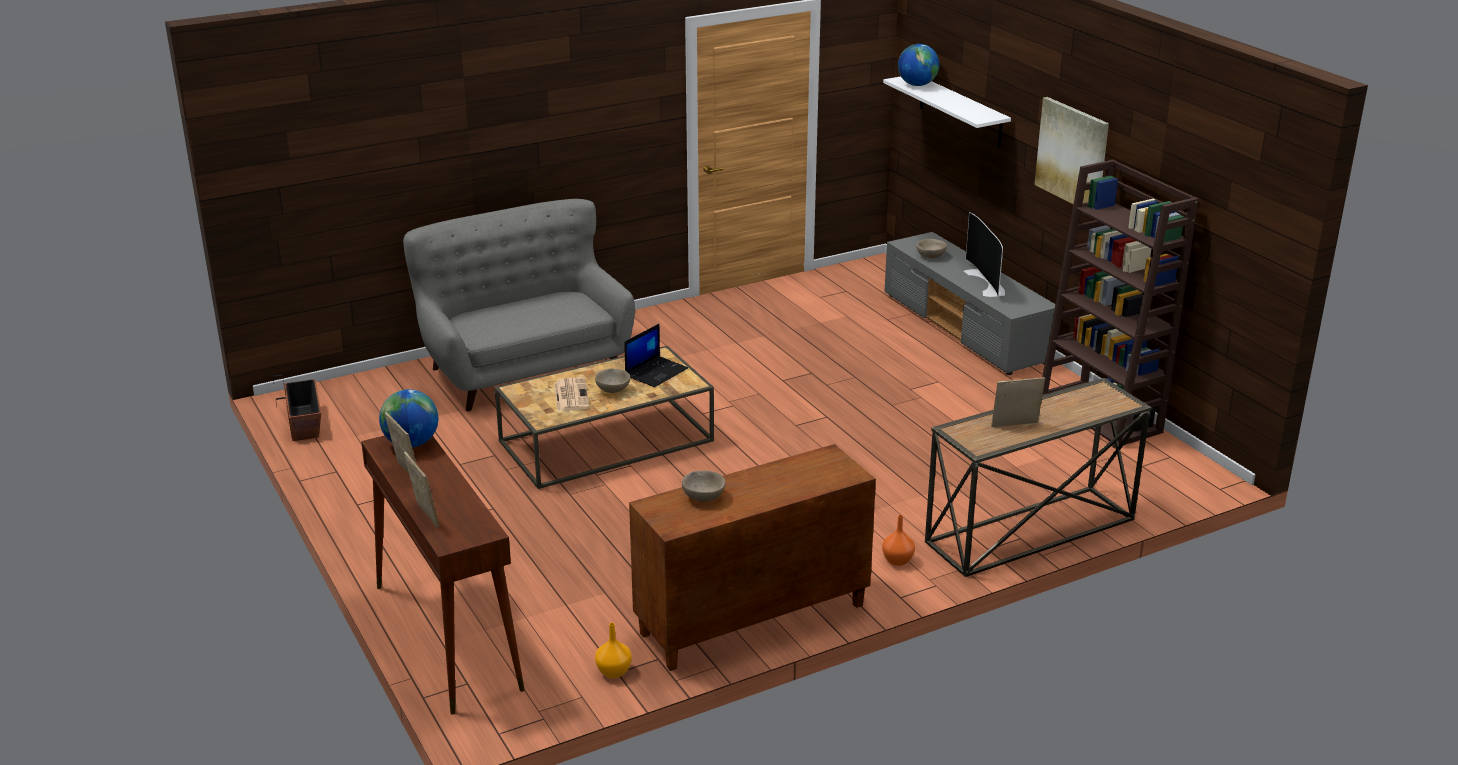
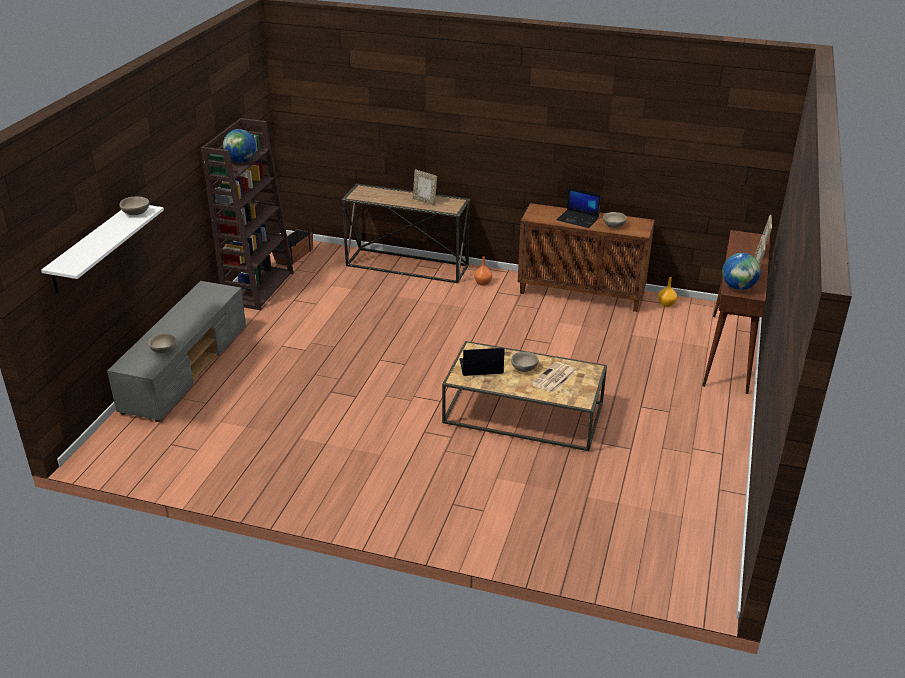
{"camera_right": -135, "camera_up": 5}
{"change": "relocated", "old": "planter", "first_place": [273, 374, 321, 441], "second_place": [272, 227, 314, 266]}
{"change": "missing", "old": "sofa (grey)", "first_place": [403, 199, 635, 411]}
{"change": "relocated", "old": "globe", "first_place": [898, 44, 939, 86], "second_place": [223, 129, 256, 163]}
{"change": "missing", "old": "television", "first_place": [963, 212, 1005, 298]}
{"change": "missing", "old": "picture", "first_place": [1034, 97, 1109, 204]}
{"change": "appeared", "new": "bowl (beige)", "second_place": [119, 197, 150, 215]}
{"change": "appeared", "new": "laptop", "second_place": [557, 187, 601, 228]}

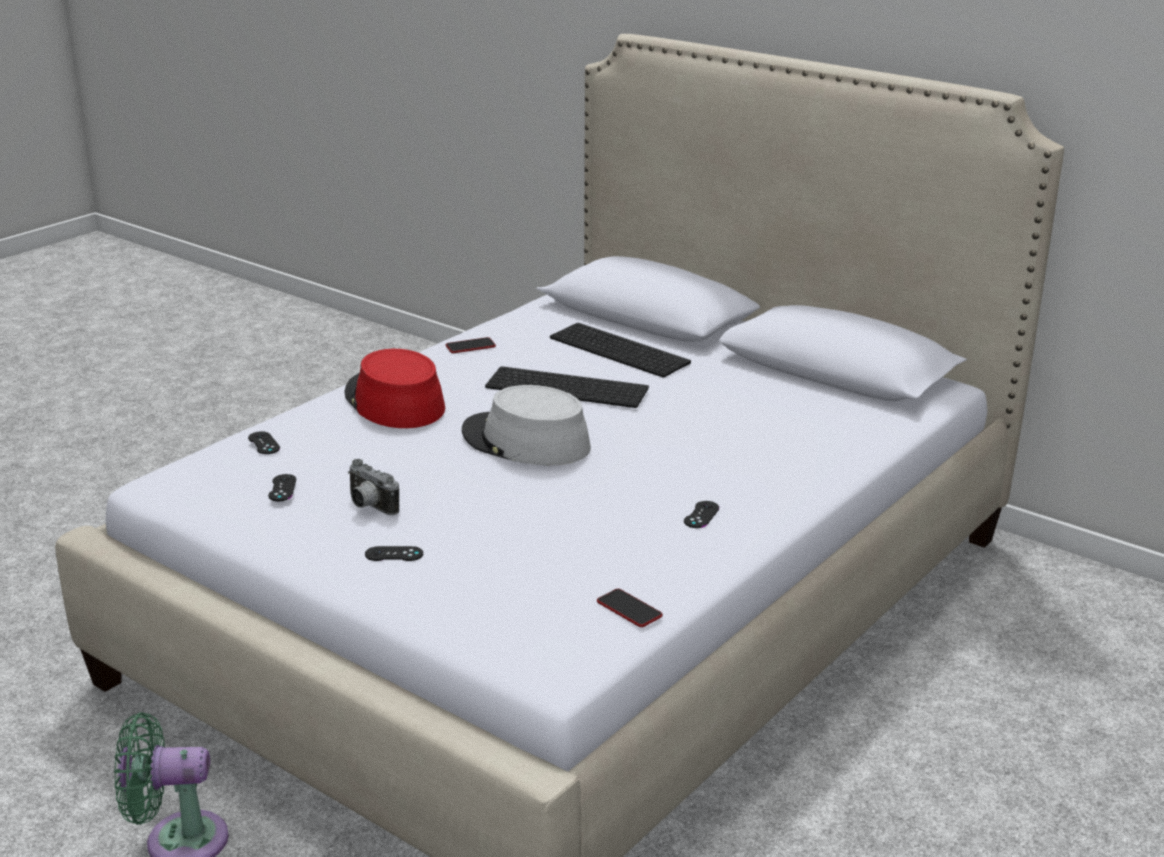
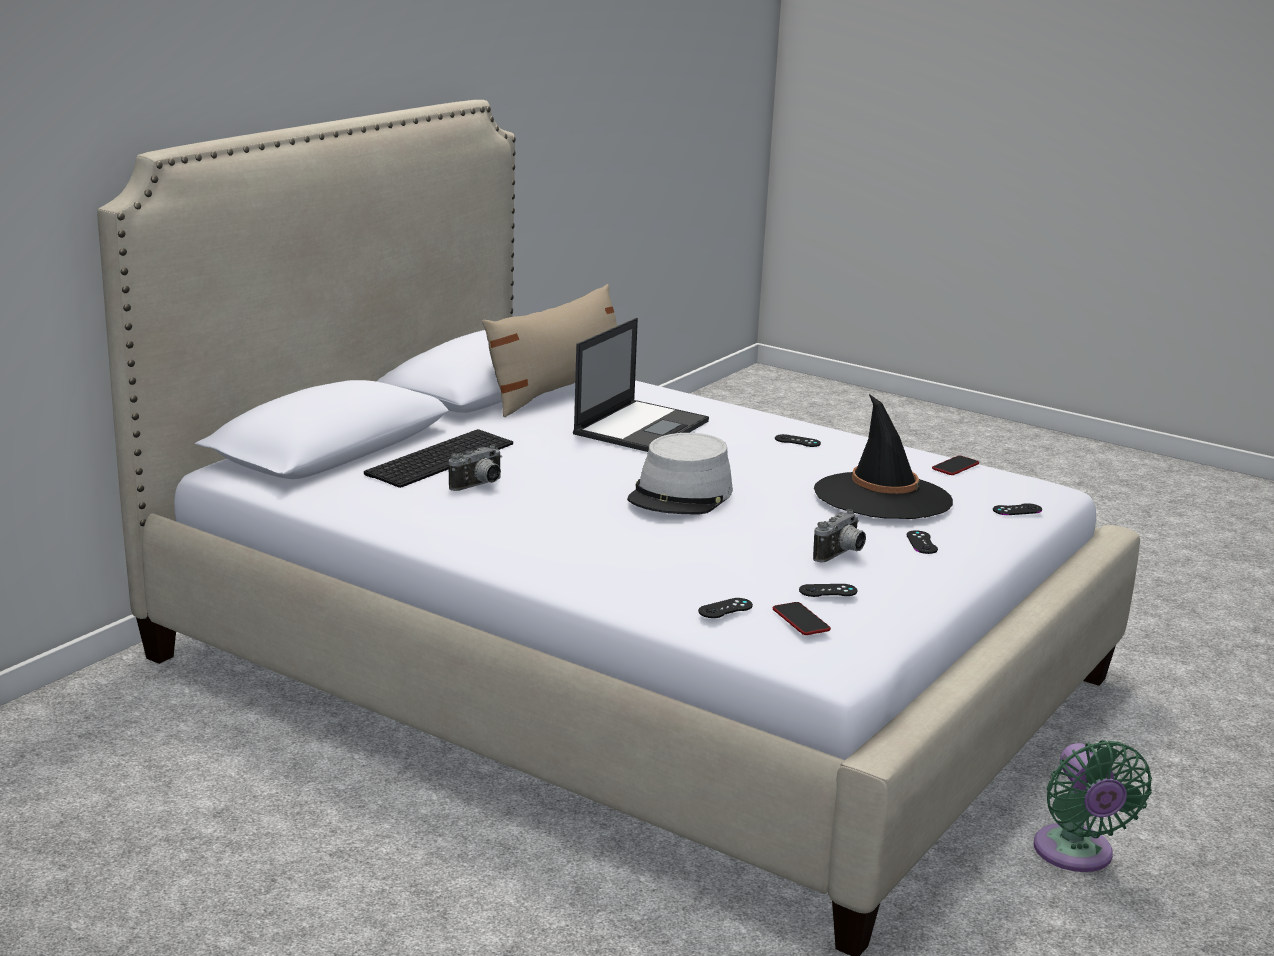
{"camera_right": -95, "camera_up": -5}
{"change": "missing", "old": "hat (red)", "first_place": [345, 349, 445, 428]}
{"change": "relocated", "old": "phone", "first_place": [446, 337, 496, 353], "second_place": [773, 602, 831, 635]}
{"change": "missing", "old": "keyboard", "first_place": [485, 366, 649, 408]}
{"change": "appeared", "new": "photo camera", "second_place": [449, 445, 502, 491]}
{"change": "appeared", "new": "pillow (beige)", "second_place": [482, 284, 617, 417]}
{"change": "appeared", "new": "laptop", "second_place": [573, 318, 709, 452]}
{"change": "appeared", "new": "hat (black)", "second_place": [814, 394, 953, 519]}
{"change": "appeared", "new": "game controller (black)", "second_place": [993, 503, 1042, 515]}

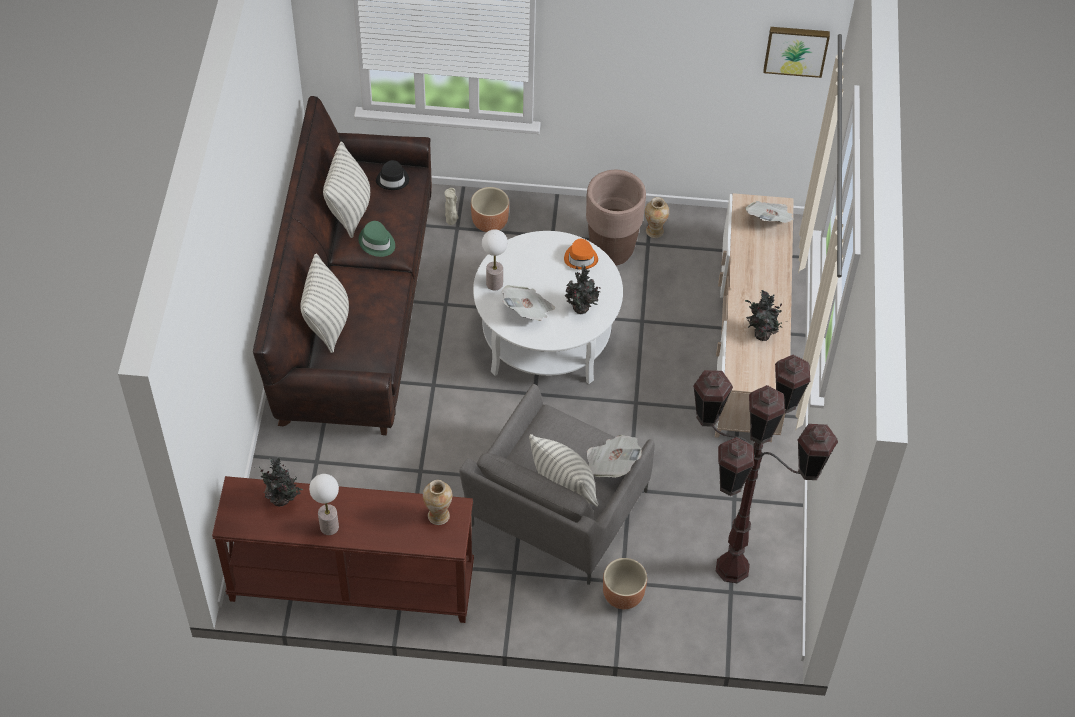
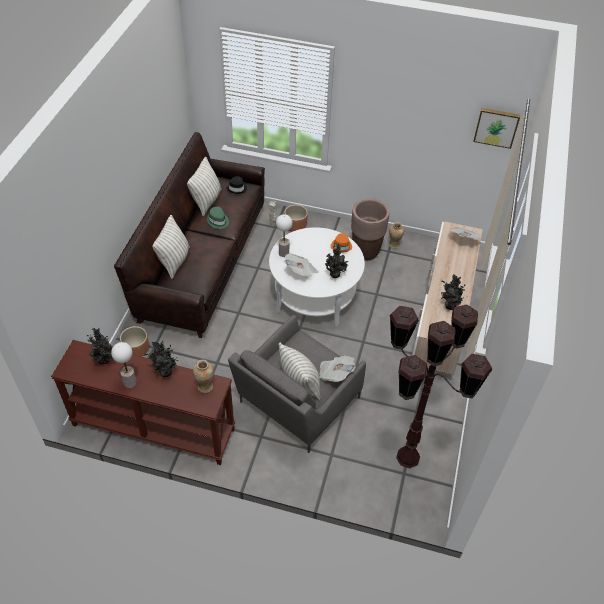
{"camera_right": 10, "camera_up": -5}
{"change": "relocated", "old": "planter (brown)", "first_place": [603, 558, 647, 609], "second_place": [120, 326, 149, 357]}
{"change": "appeared", "new": "potted plant", "second_place": [143, 341, 179, 377]}

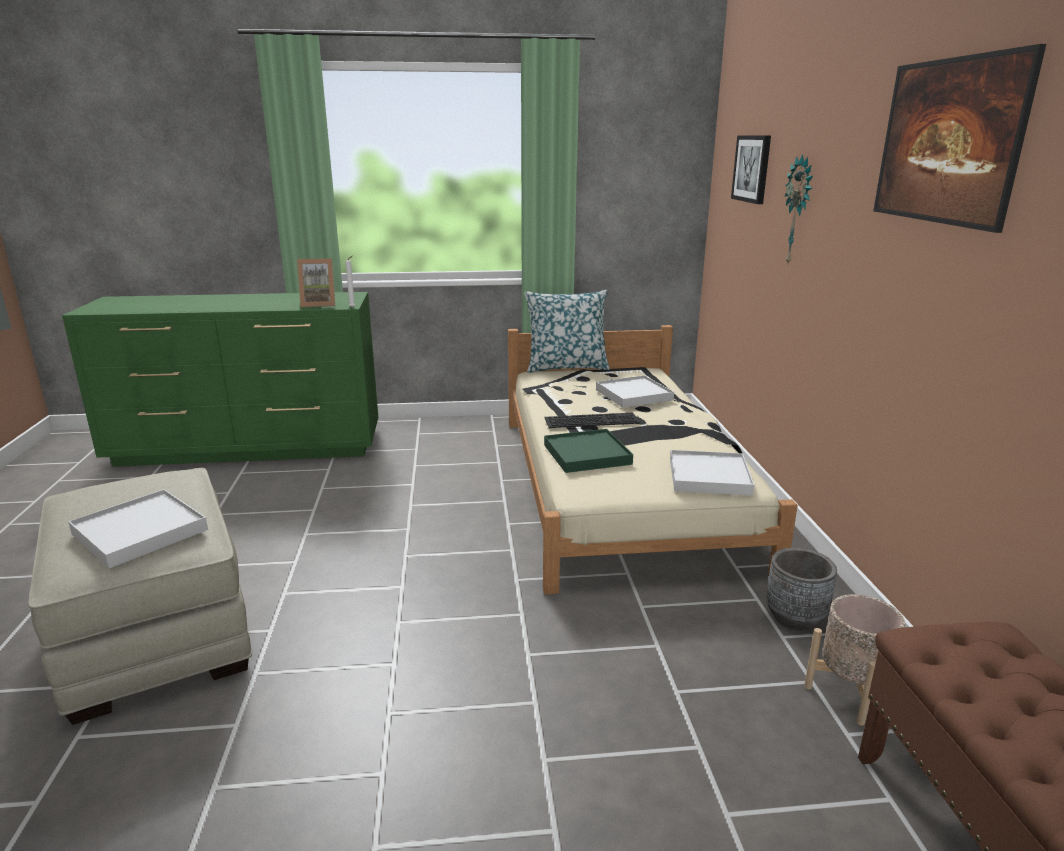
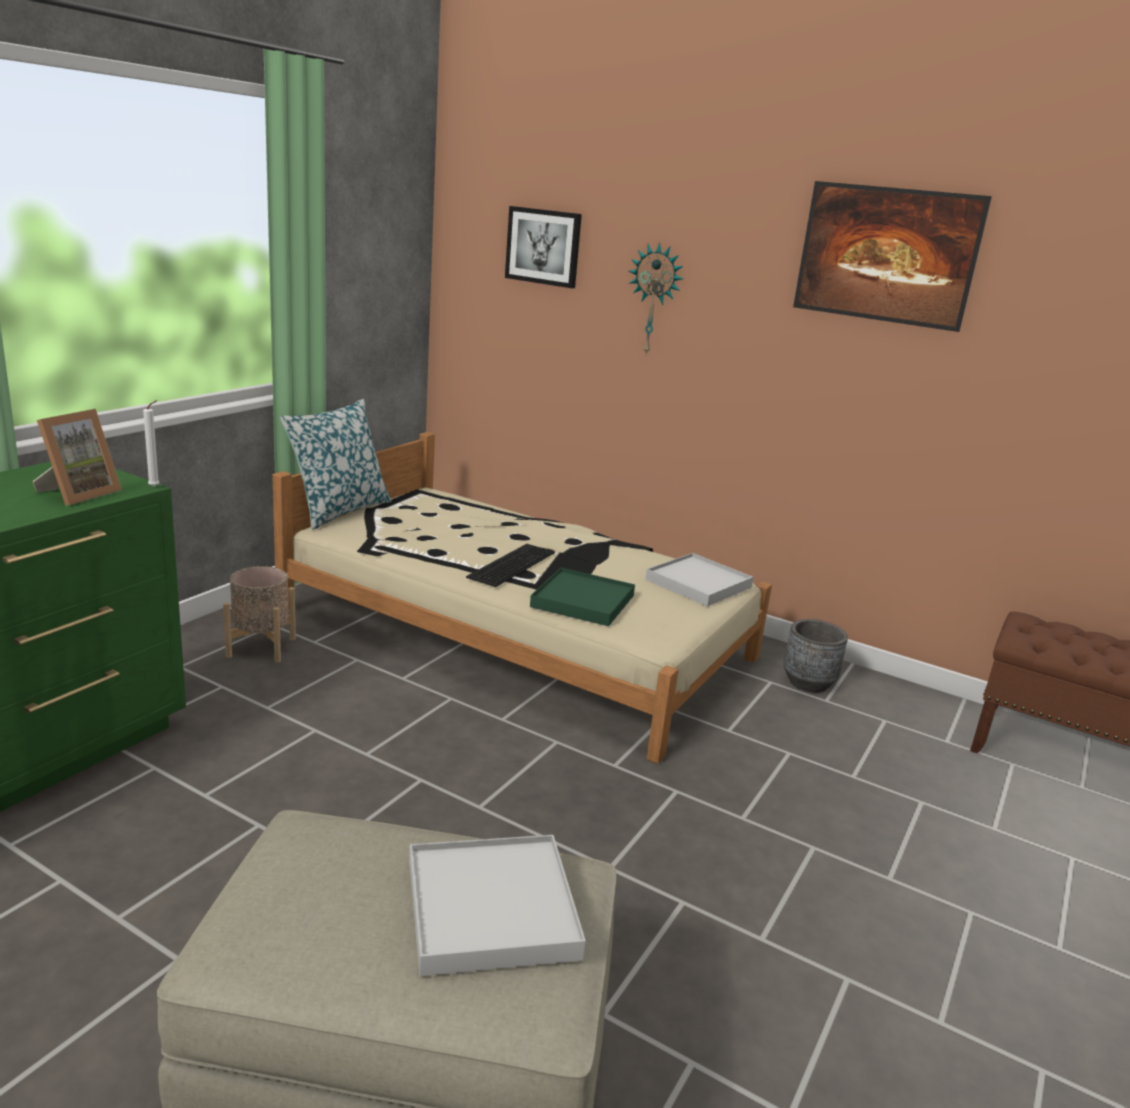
{"camera_right": -55, "camera_up": 0}
{"change": "missing", "old": "tray (white)", "first_place": [596, 375, 674, 408]}
{"change": "relocated", "old": "planter (beige)", "first_place": [804, 594, 905, 726], "second_place": [223, 566, 296, 663]}

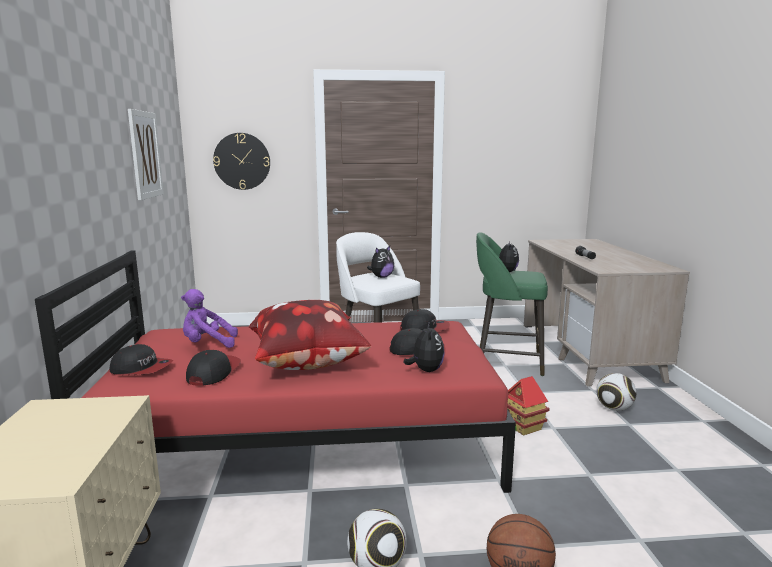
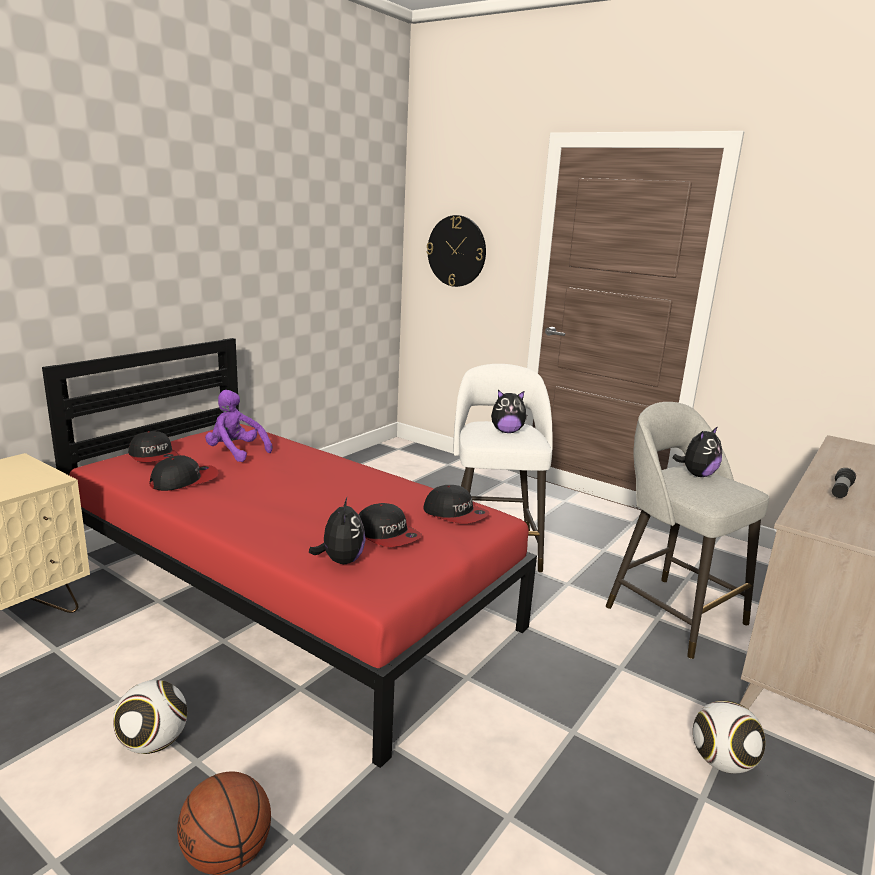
{"camera_right": 40, "camera_up": 5}
{"change": "missing", "old": "picture", "first_place": [128, 109, 164, 200]}
{"change": "missing", "old": "pillow", "first_place": [248, 300, 371, 370]}
{"change": "spun", "old": "plush toy", "first_place": [404, 321, 444, 372], "second_place": [309, 497, 366, 564], "degrees": -45}
{"change": "colour", "old": "stool (green)", "new": "stool (grey)", "first_place": [476, 232, 548, 376], "second_place": [606, 402, 769, 659]}
{"change": "missing", "old": "toy house", "first_place": [507, 376, 550, 436]}

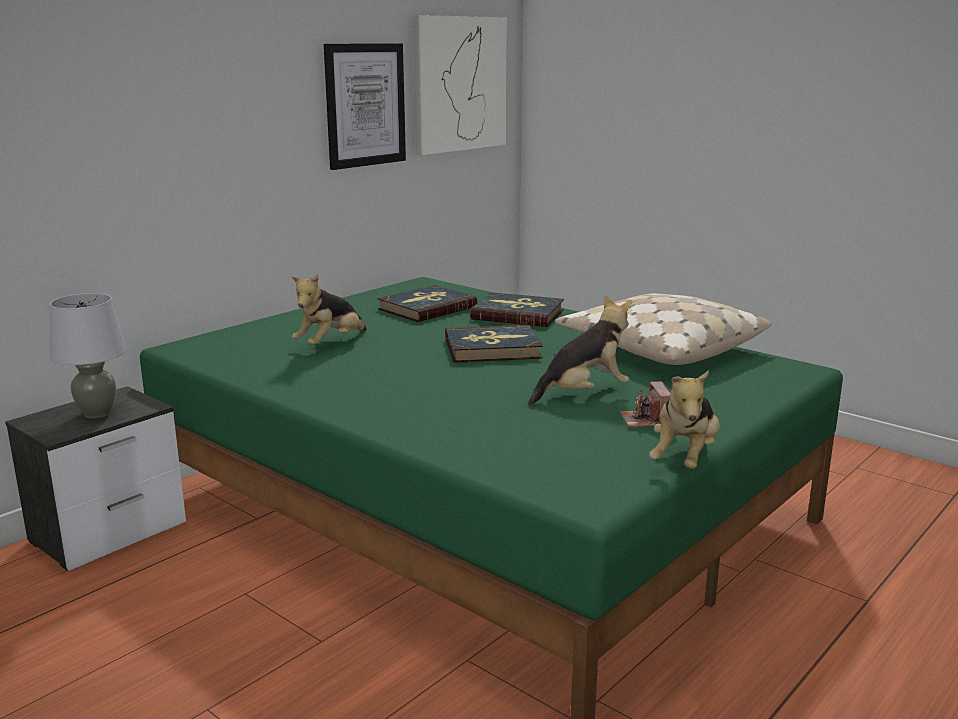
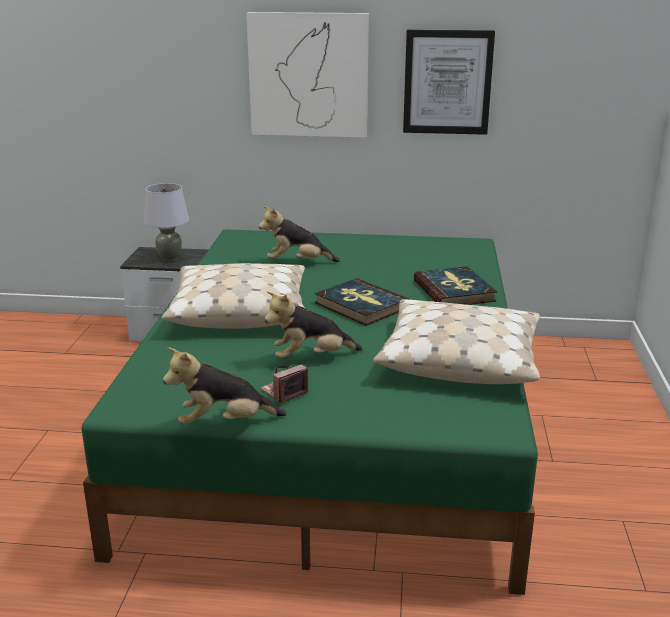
{"camera_right": 55, "camera_up": 5}
{"change": "missing", "old": "book", "first_place": [378, 285, 477, 322]}
{"change": "relocated", "old": "picture", "first_place": [413, 15, 507, 155], "second_place": [246, 12, 369, 138]}
{"change": "spun", "old": "plush toy", "first_place": [528, 295, 632, 405], "second_place": [264, 291, 363, 359], "degrees": 135}
{"change": "appeared", "new": "pillow (beige)", "second_place": [161, 263, 305, 329]}

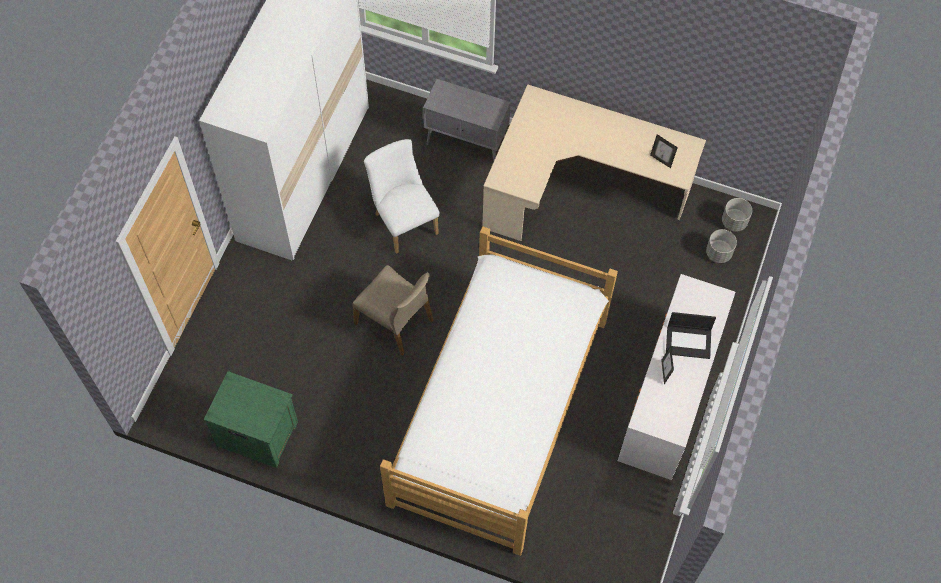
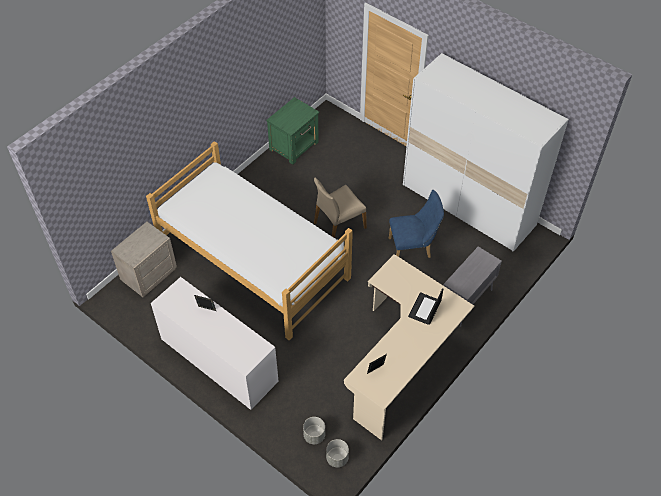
{"camera_right": 110, "camera_up": -10}
{"change": "colour", "old": "chair (white)", "new": "chair (blue)", "first_place": [364, 139, 439, 254], "second_place": [389, 190, 444, 258]}
{"change": "relocated", "old": "laptop", "first_place": [666, 312, 716, 359], "second_place": [408, 288, 443, 325]}
{"change": "appeared", "new": "nightstand (beige)", "second_place": [111, 222, 177, 297]}

